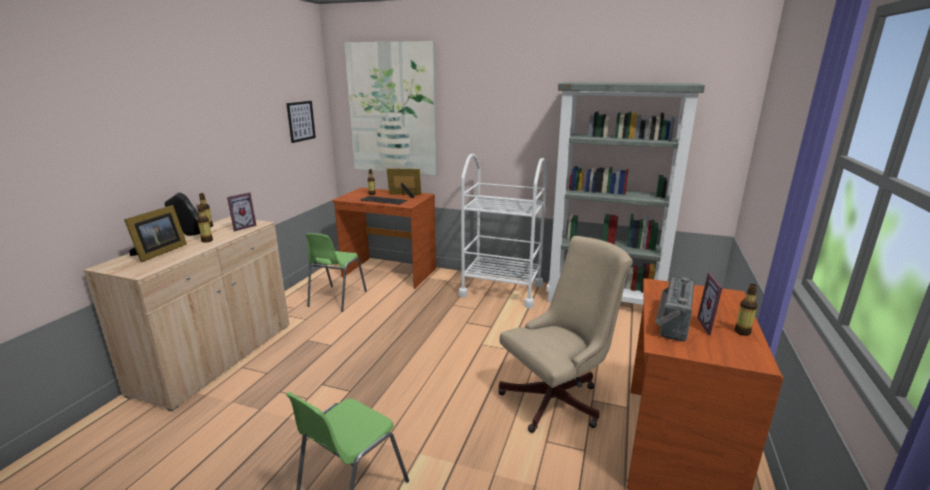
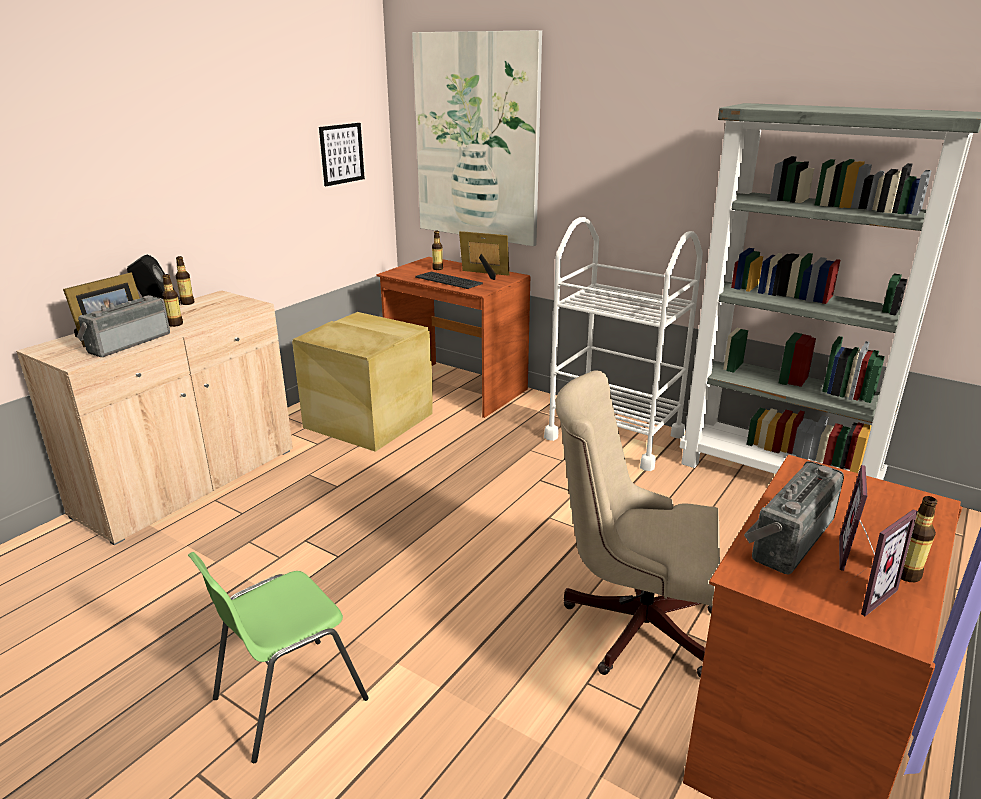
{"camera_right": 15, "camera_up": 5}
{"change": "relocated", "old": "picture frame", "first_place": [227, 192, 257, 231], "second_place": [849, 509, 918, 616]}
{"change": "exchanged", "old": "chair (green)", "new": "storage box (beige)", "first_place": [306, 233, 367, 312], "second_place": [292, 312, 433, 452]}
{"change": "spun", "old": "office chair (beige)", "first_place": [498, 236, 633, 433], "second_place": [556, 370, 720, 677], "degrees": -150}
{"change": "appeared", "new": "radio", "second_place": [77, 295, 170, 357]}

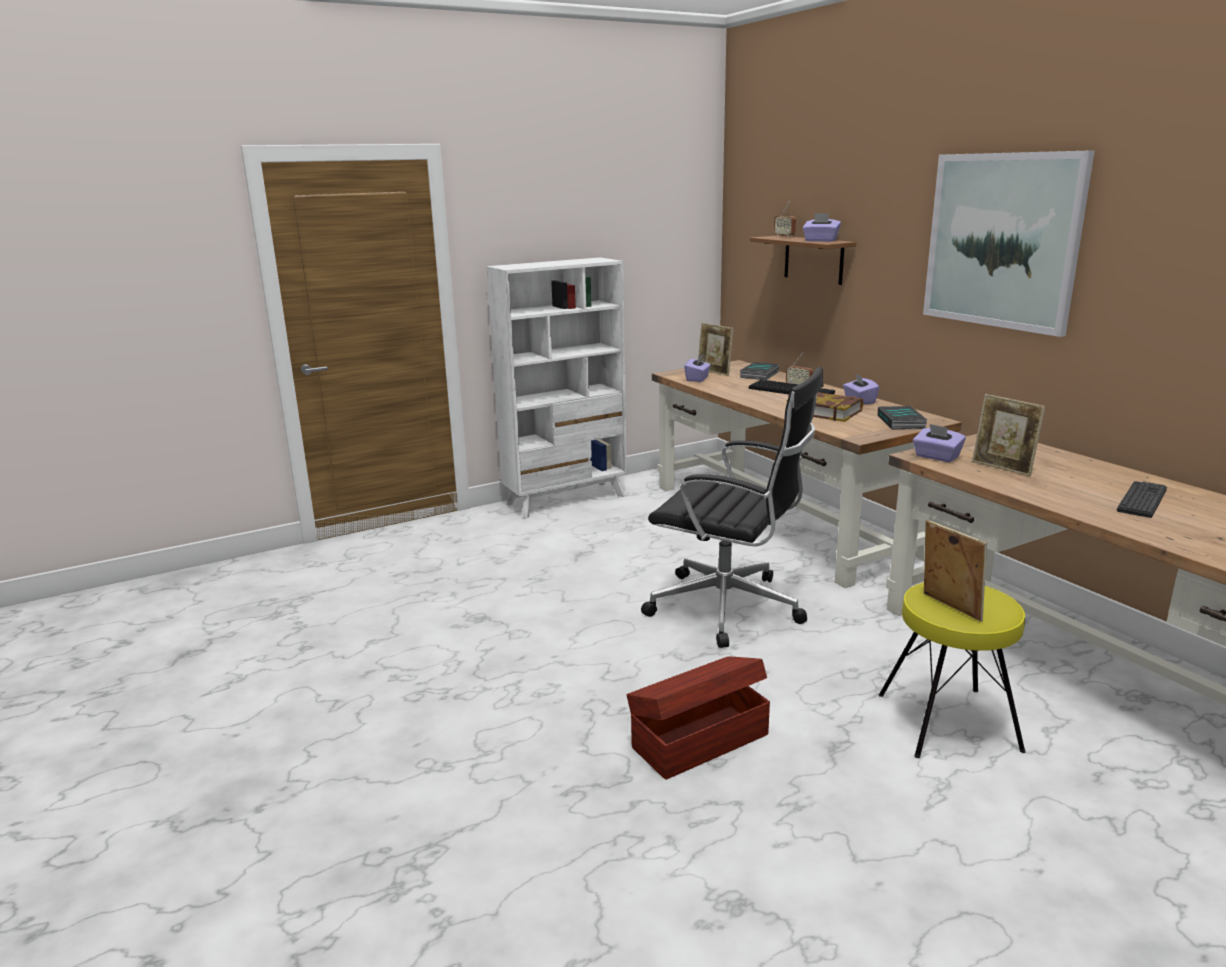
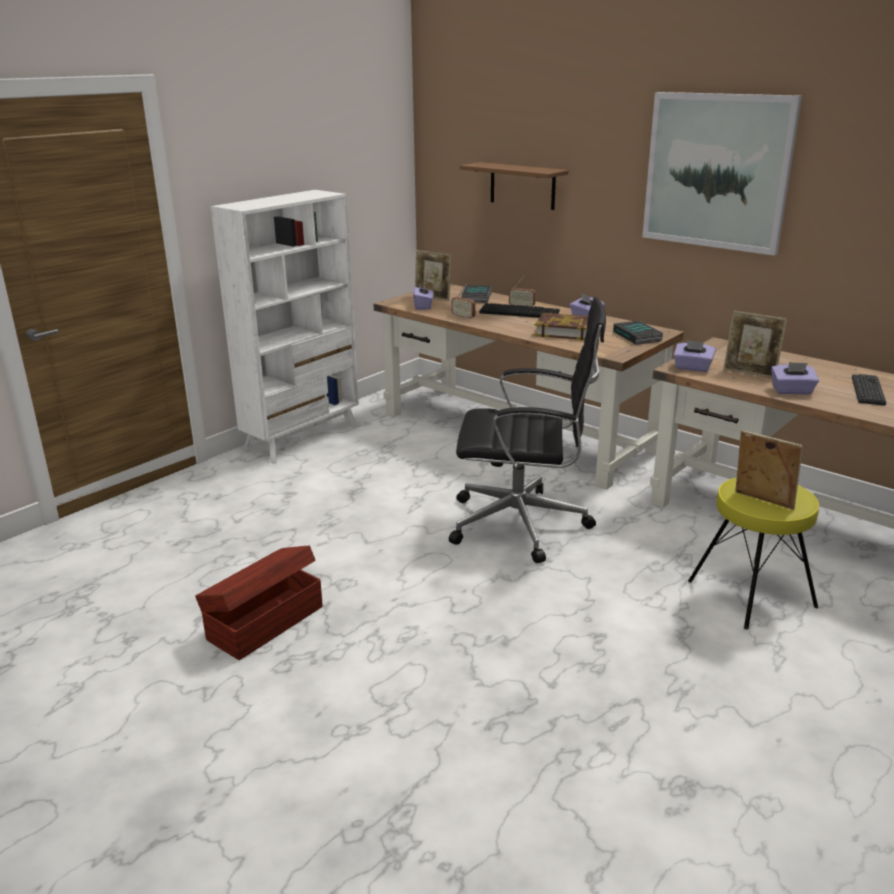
{"camera_right": -20, "camera_up": 5}
{"change": "relocated", "old": "storage box (brown)", "first_place": [627, 656, 770, 780], "second_place": [195, 546, 323, 660]}
{"change": "relocated", "old": "radio", "first_place": [774, 202, 796, 237], "second_place": [451, 285, 476, 320]}
{"change": "relocated", "old": "tissue box (purple)", "first_place": [803, 213, 841, 242], "second_place": [771, 362, 819, 395]}

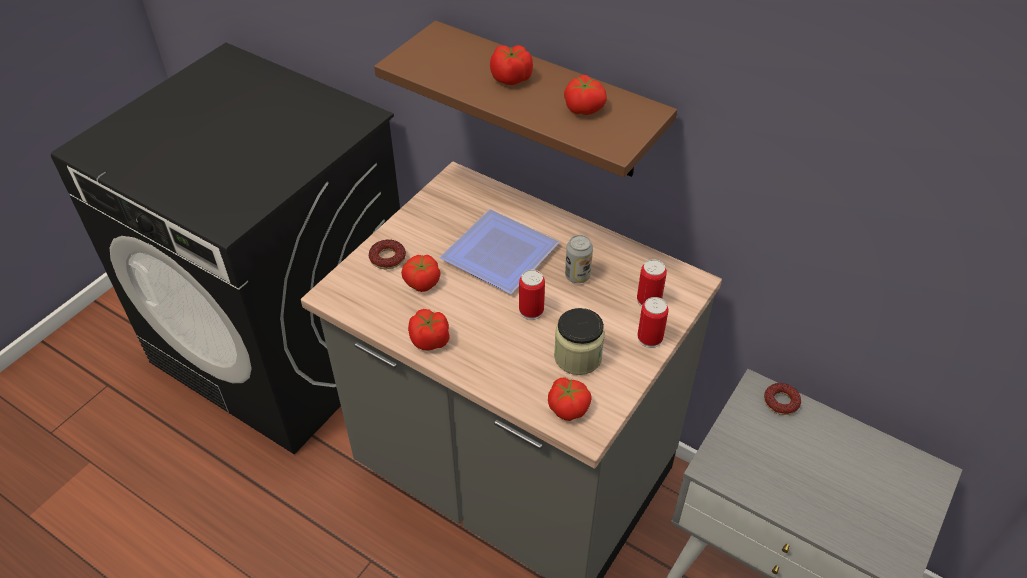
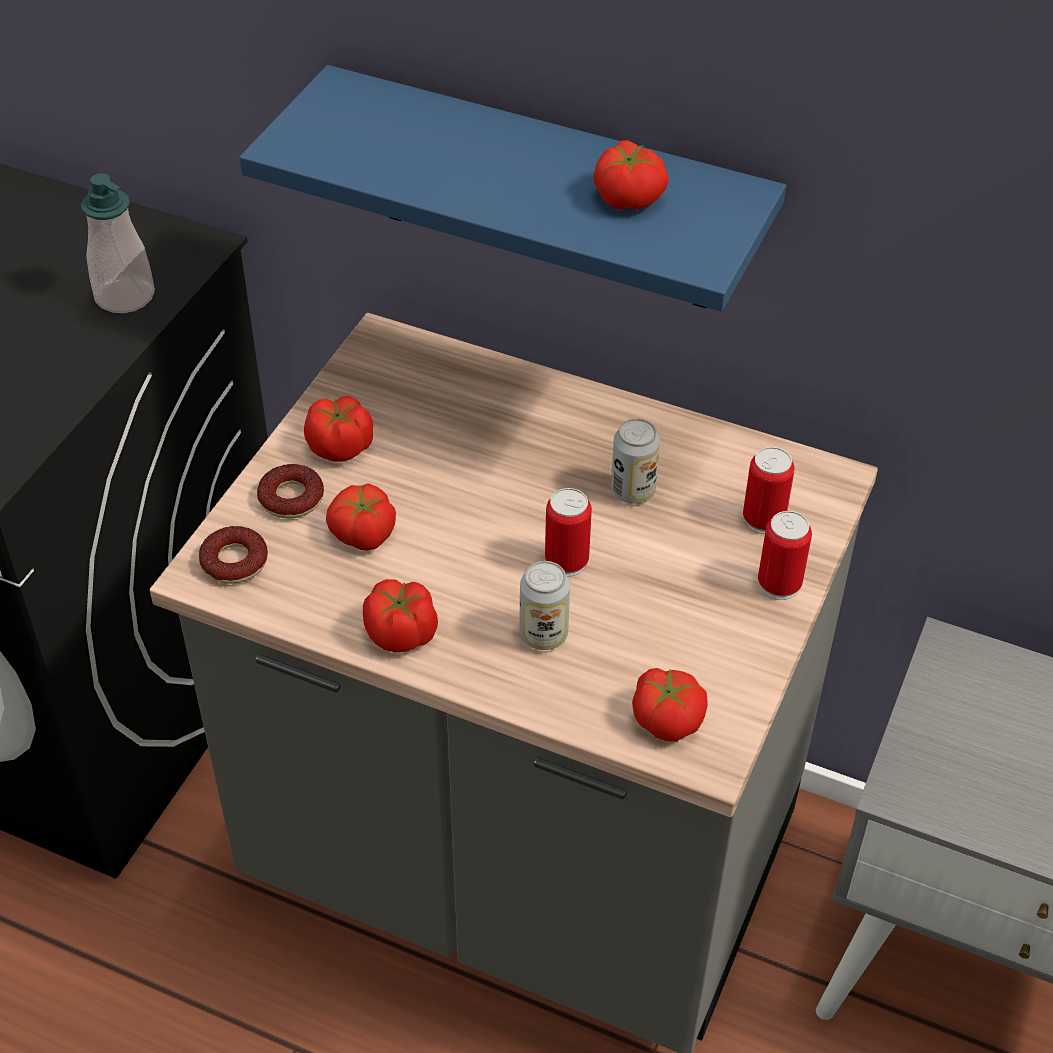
{"camera_right": -10, "camera_up": 0}
{"change": "colour", "old": "shelf (brown)", "new": "shelf (blue)", "first_place": [374, 21, 677, 177], "second_place": [239, 65, 786, 311]}
{"change": "missing", "old": "plate", "first_place": [440, 209, 559, 294]}
{"change": "relocated", "old": "tomato", "first_place": [490, 45, 533, 85], "second_place": [304, 396, 373, 462]}
{"change": "missing", "old": "jar", "first_place": [554, 308, 605, 375]}
{"change": "relocated", "old": "donut", "first_place": [764, 383, 801, 415], "second_place": [199, 526, 268, 584]}
{"change": "appeared", "new": "soap dispenser", "second_place": [81, 173, 155, 313]}
{"change": "appeared", "new": "can", "second_place": [520, 561, 570, 650]}

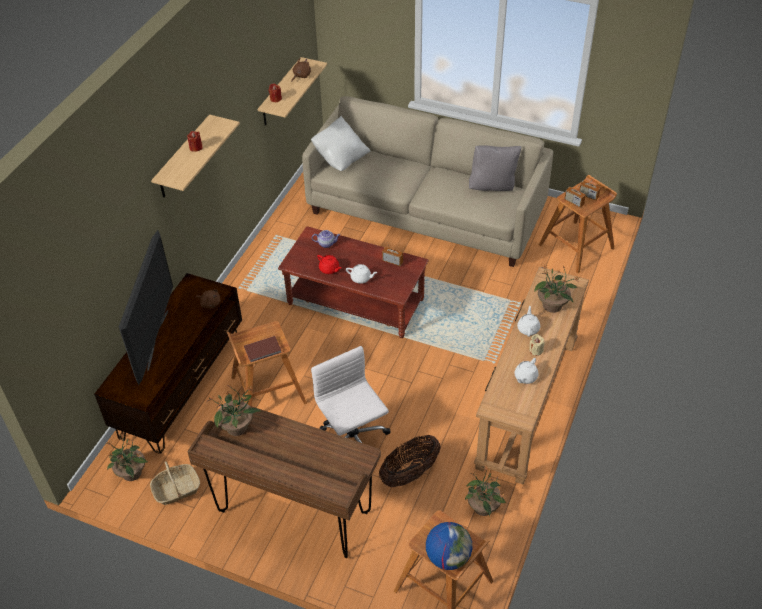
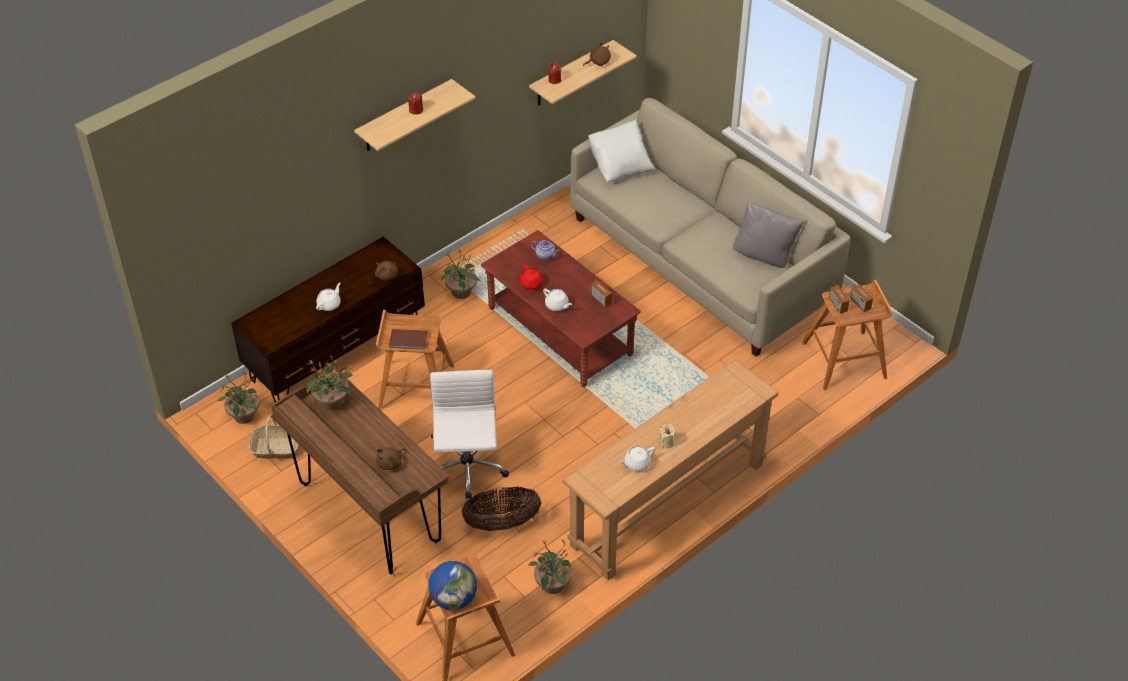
{"camera_right": 25, "camera_up": 0}
{"change": "missing", "old": "television", "first_place": [119, 230, 173, 385]}
{"change": "relocated", "old": "teapot (white)", "first_place": [517, 306, 540, 337], "second_place": [316, 283, 341, 311]}
{"change": "relocated", "old": "potted plant", "first_place": [534, 264, 579, 313], "second_place": [441, 249, 480, 299]}
{"change": "appeared", "new": "plush toy (brown)", "second_place": [376, 447, 405, 470]}

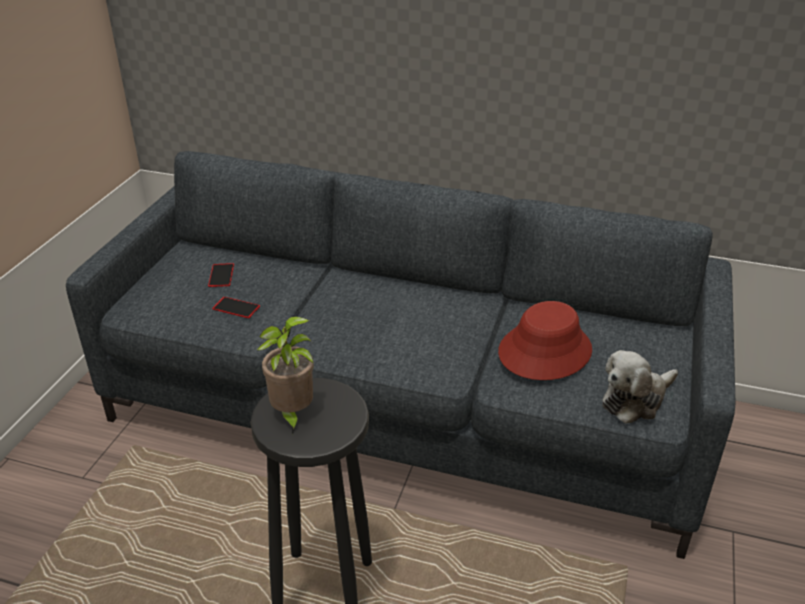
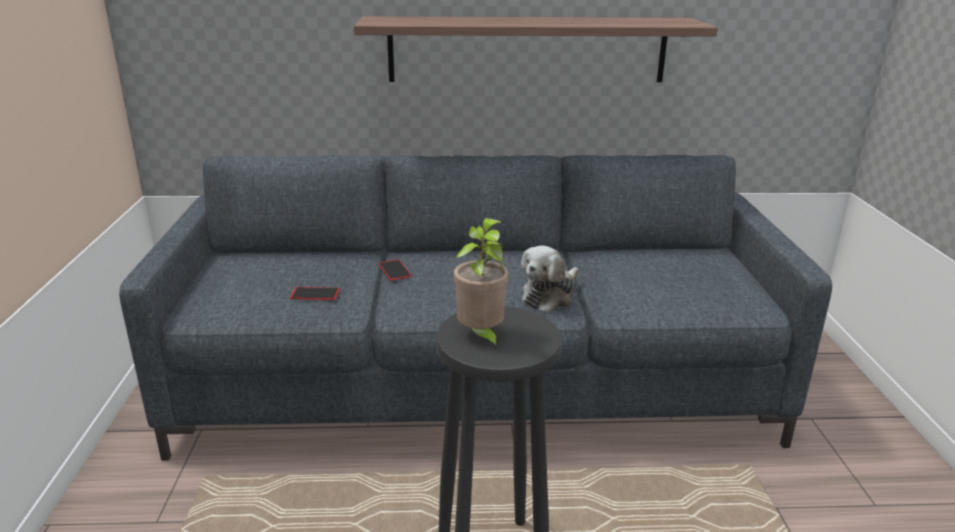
{"camera_right": -20, "camera_up": -10}
{"change": "relocated", "old": "phone", "first_place": [208, 263, 234, 287], "second_place": [378, 259, 412, 280]}
{"change": "missing", "old": "hat (red)", "first_place": [498, 301, 592, 380]}
{"change": "relocated", "old": "plush toy", "first_place": [602, 350, 678, 424], "second_place": [521, 245, 579, 313]}
{"change": "appeared", "new": "shelf", "second_place": [354, 16, 718, 82]}

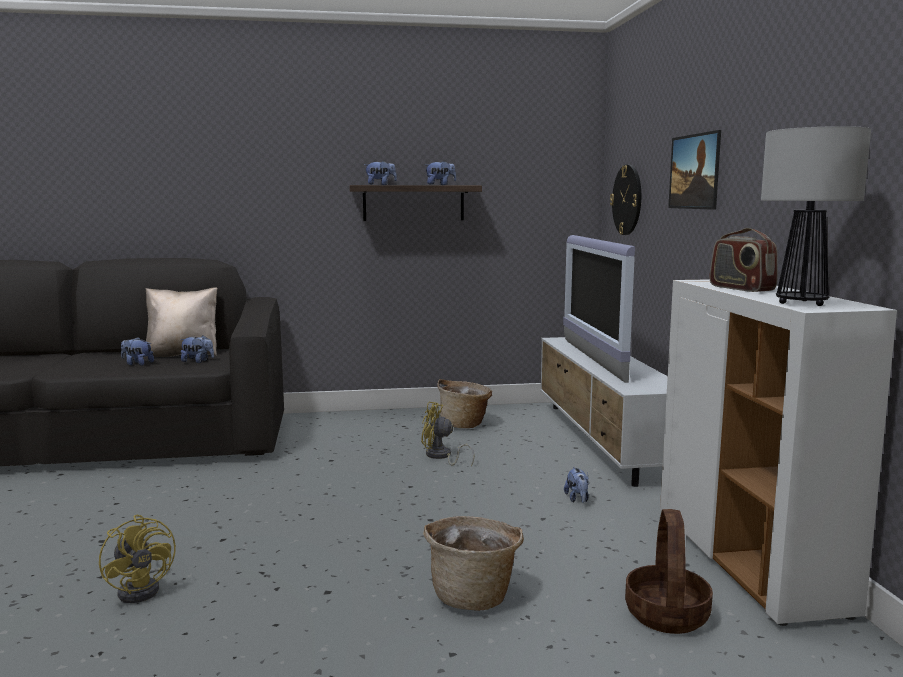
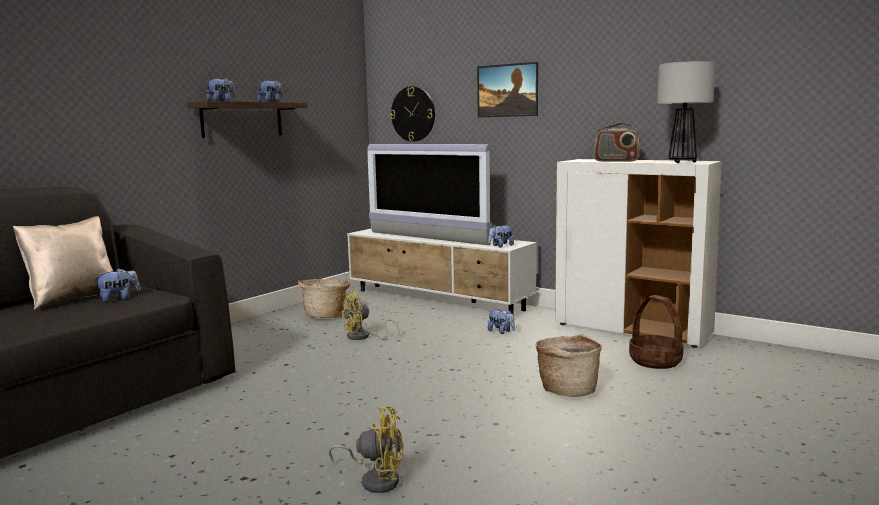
{"camera_right": -45, "camera_up": 0}
{"change": "relocated", "old": "plush toy", "first_place": [121, 337, 154, 366], "second_place": [488, 225, 514, 247]}

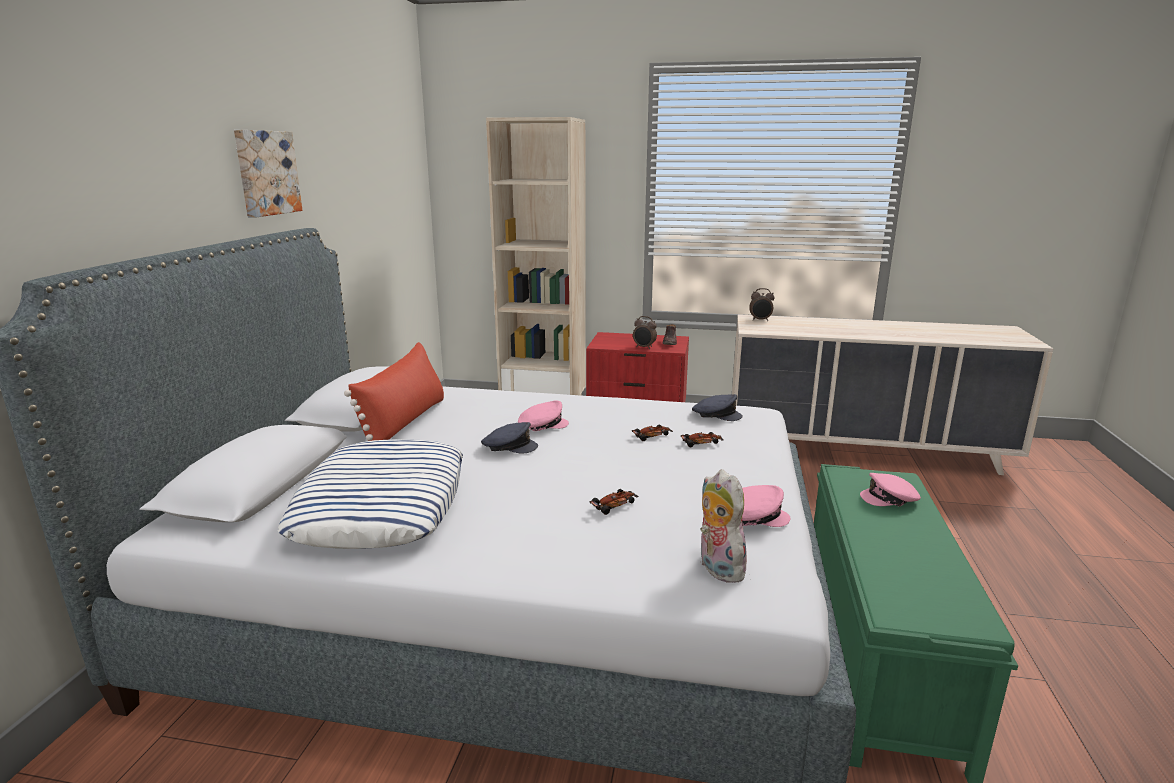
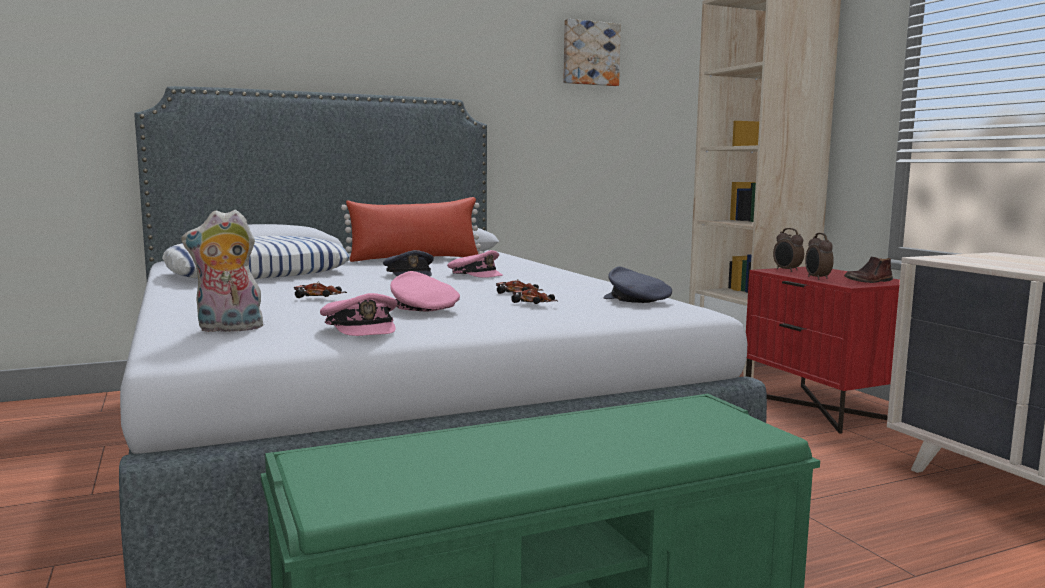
{"camera_right": 55, "camera_up": -10}
{"change": "relocated", "old": "picture", "first_place": [234, 130, 302, 218], "second_place": [563, 19, 621, 86]}
{"change": "spun", "old": "cap (grey)", "first_place": [692, 394, 743, 421], "second_place": [604, 266, 672, 303], "degrees": 150}
{"change": "spun", "old": "plush toy", "first_place": [700, 469, 750, 583], "second_place": [181, 209, 265, 333], "degrees": -135}
{"change": "relocated", "old": "alarm clock", "first_place": [749, 288, 775, 321], "second_place": [773, 228, 804, 272]}
{"change": "relocated", "old": "cap (pink)", "first_place": [860, 473, 921, 506], "second_place": [390, 271, 460, 311]}

